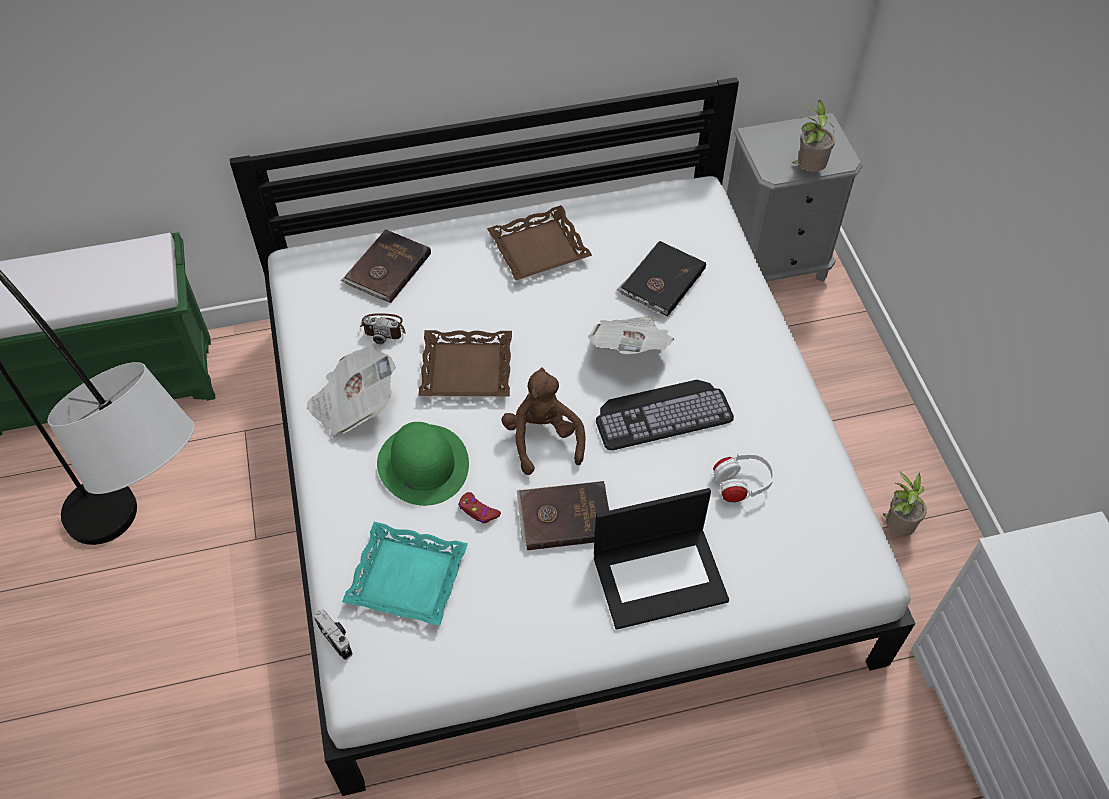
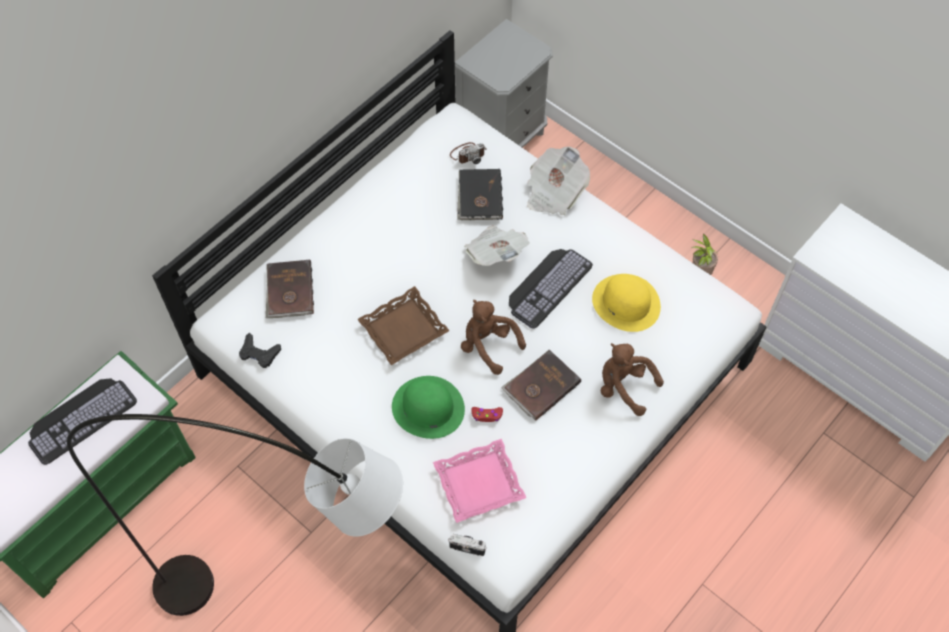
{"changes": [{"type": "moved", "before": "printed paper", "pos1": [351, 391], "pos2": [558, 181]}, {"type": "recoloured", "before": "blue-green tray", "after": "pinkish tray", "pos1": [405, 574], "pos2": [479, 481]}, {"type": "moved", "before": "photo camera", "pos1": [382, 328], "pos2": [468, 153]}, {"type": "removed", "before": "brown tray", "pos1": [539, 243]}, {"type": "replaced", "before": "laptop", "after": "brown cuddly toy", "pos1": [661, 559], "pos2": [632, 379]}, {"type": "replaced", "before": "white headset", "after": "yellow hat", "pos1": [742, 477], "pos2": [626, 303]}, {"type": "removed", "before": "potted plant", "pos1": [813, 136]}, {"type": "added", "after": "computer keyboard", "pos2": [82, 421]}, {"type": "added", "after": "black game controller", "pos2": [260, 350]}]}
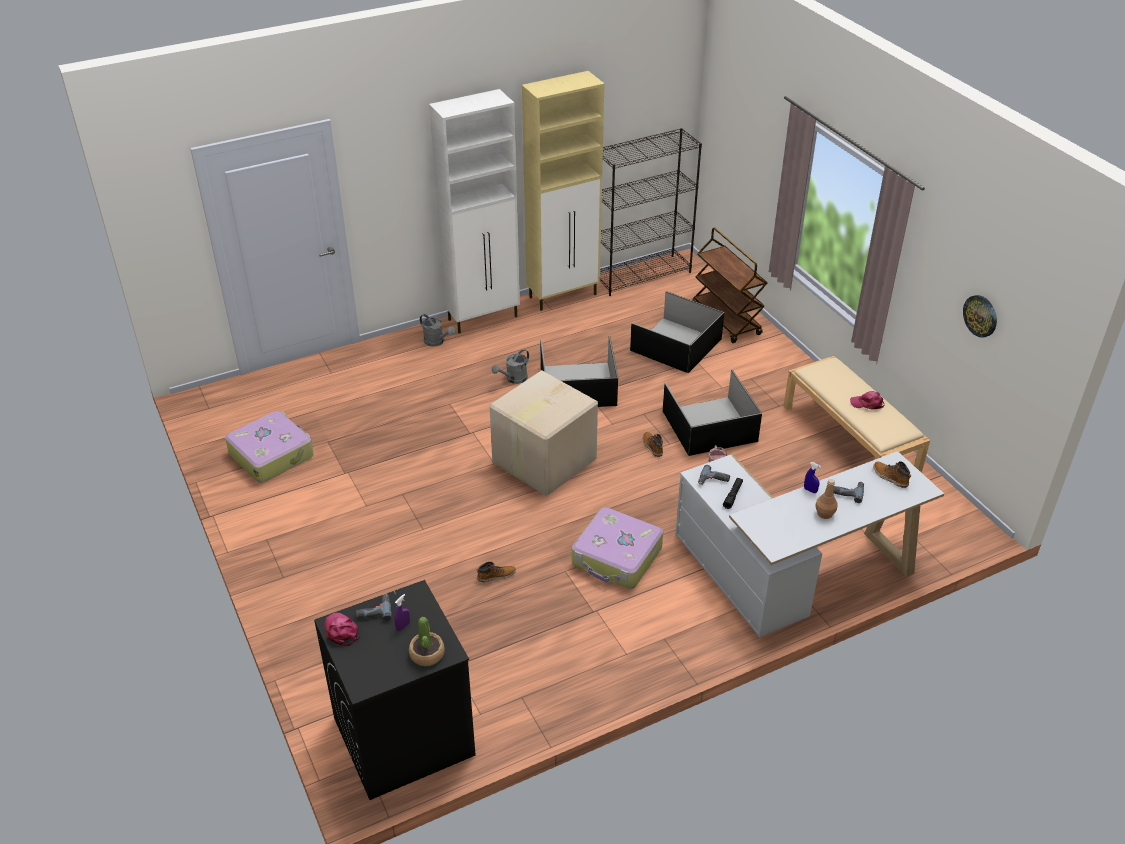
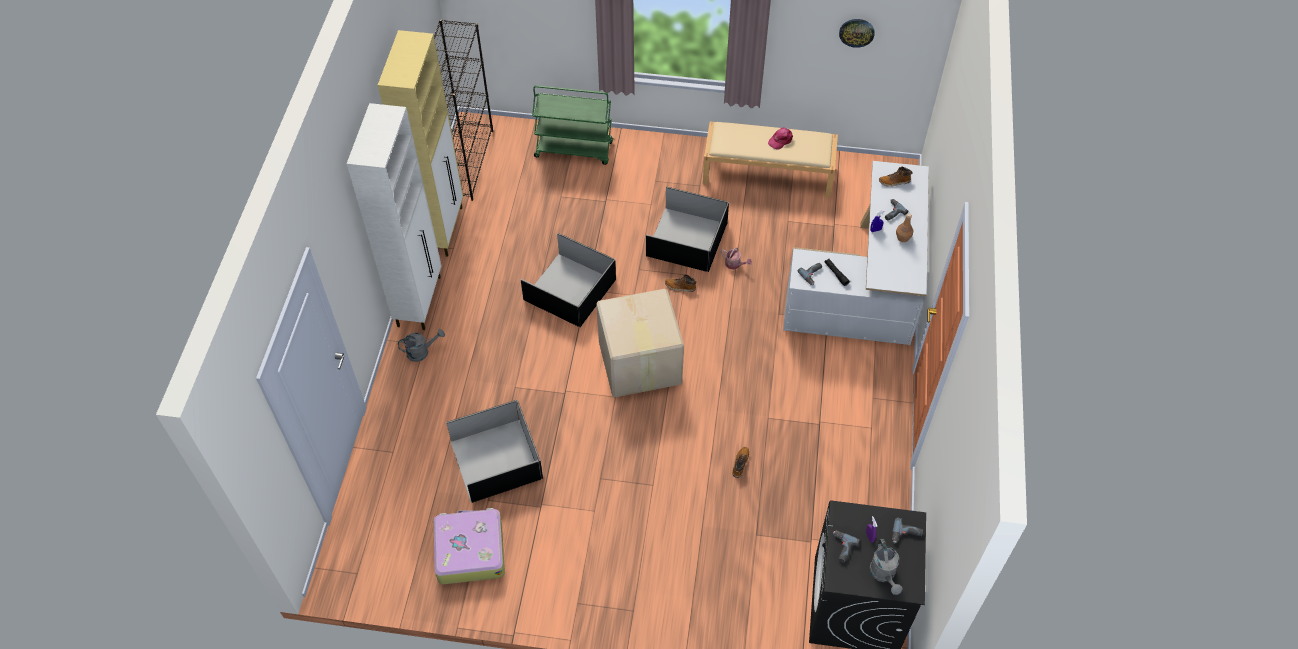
{"changes": [{"type": "removed", "before": "pinkish peaked cap", "pos1": [342, 630]}, {"type": "replaced", "before": "potted plant", "after": "drill", "pos1": [427, 641], "pos2": [907, 530]}, {"type": "moved", "before": "gray sprinkling can", "pos1": [510, 366], "pos2": [886, 567]}, {"type": "removed", "before": "travel case", "pos1": [617, 548]}, {"type": "moved", "before": "black storage box", "pos1": [677, 332], "pos2": [494, 451]}, {"type": "recoloured", "before": "brown trolley", "after": "greenish trolley", "pos1": [729, 285], "pos2": [572, 125]}]}
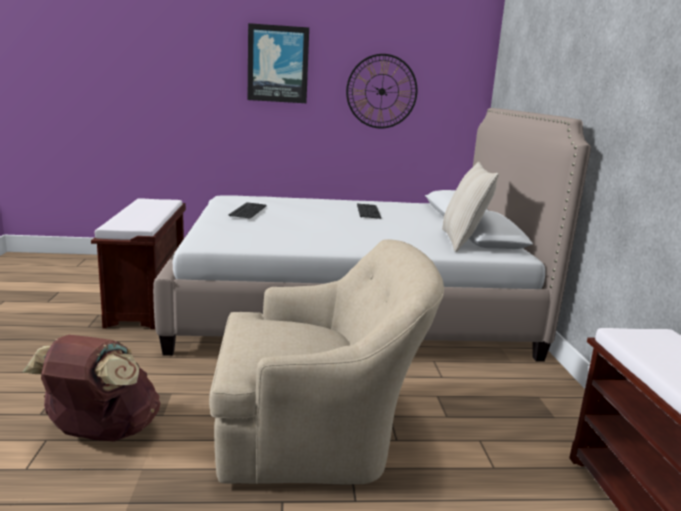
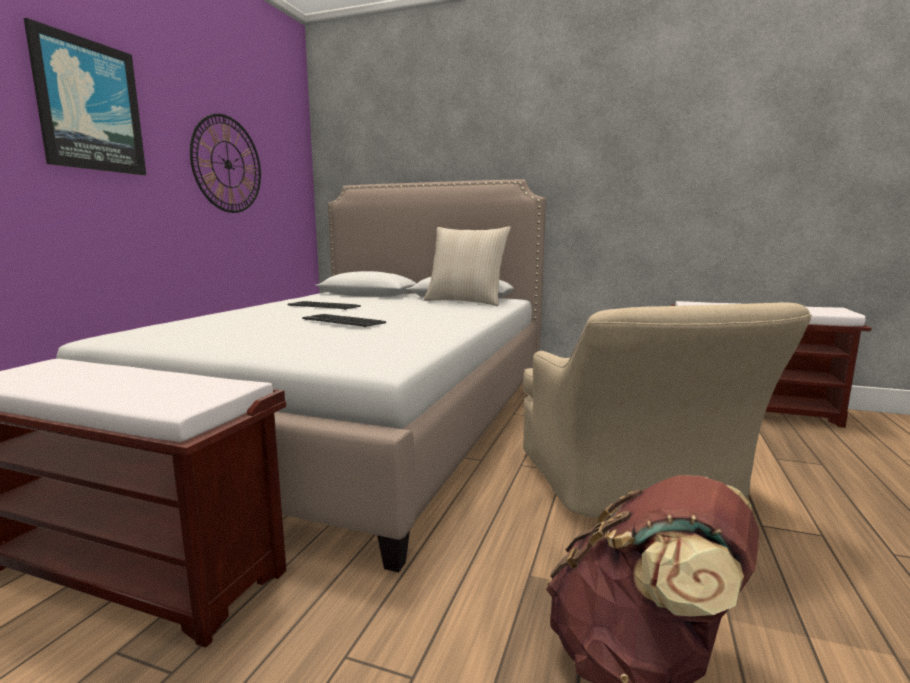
{"changes": [{"type": "turned", "before": "beige-coloured lounge chair", "pos1": [326, 361], "pos2": [667, 410], "turn": 150}, {"type": "moved", "before": "computer keyboard", "pos1": [247, 210], "pos2": [344, 320]}]}
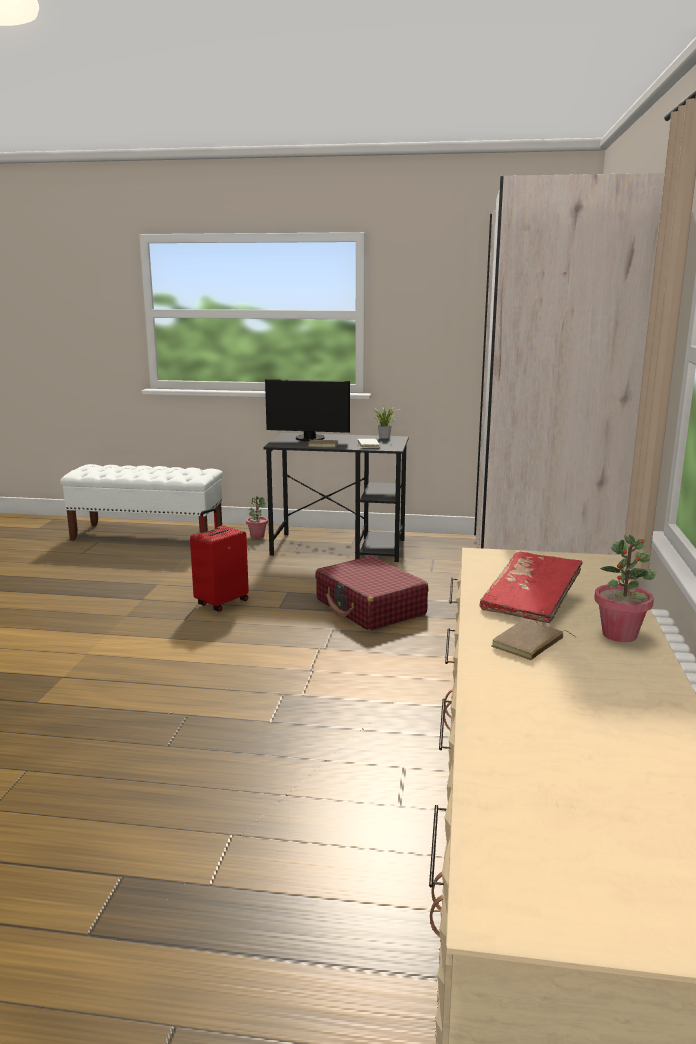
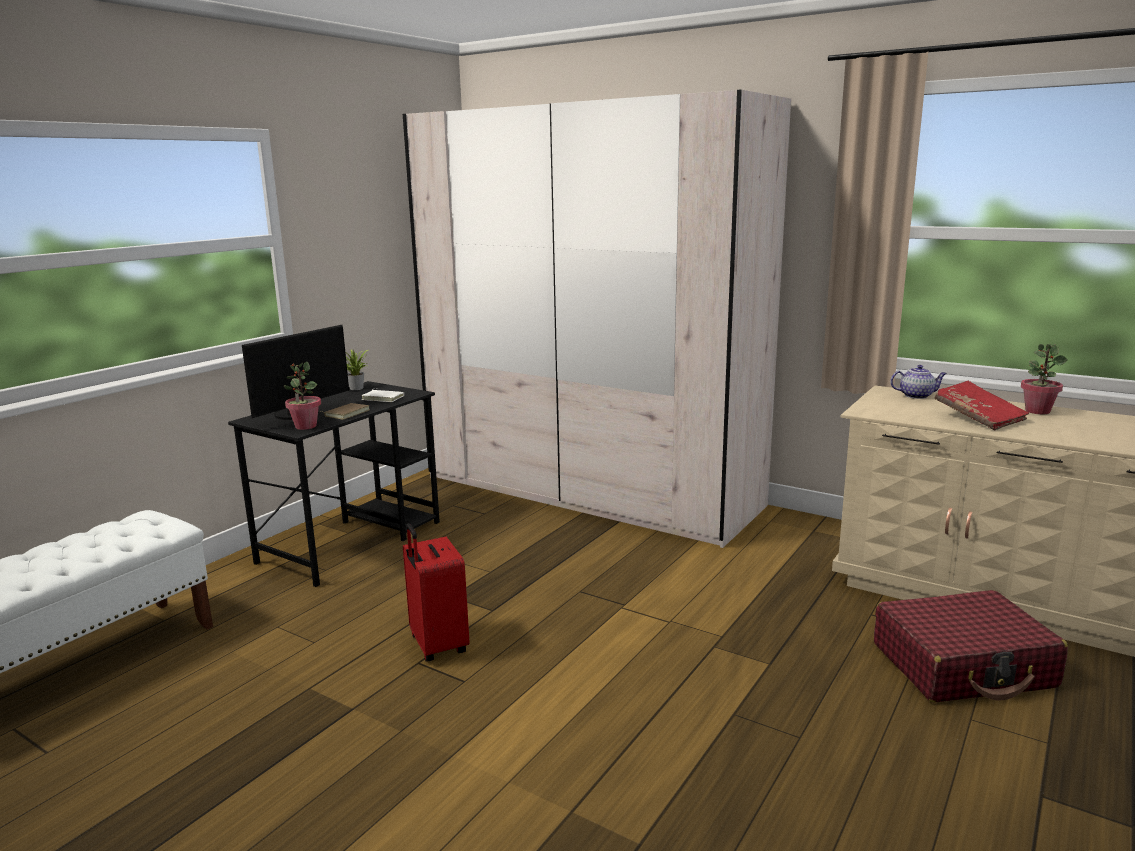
{"changes": [{"type": "moved", "before": "potted plant", "pos1": [257, 517], "pos2": [302, 396]}, {"type": "moved", "before": "red-coloured travel case", "pos1": [371, 593], "pos2": [971, 646]}, {"type": "removed", "before": "brown bound book", "pos1": [534, 639]}, {"type": "added", "after": "pot for tea", "pos2": [918, 382]}]}
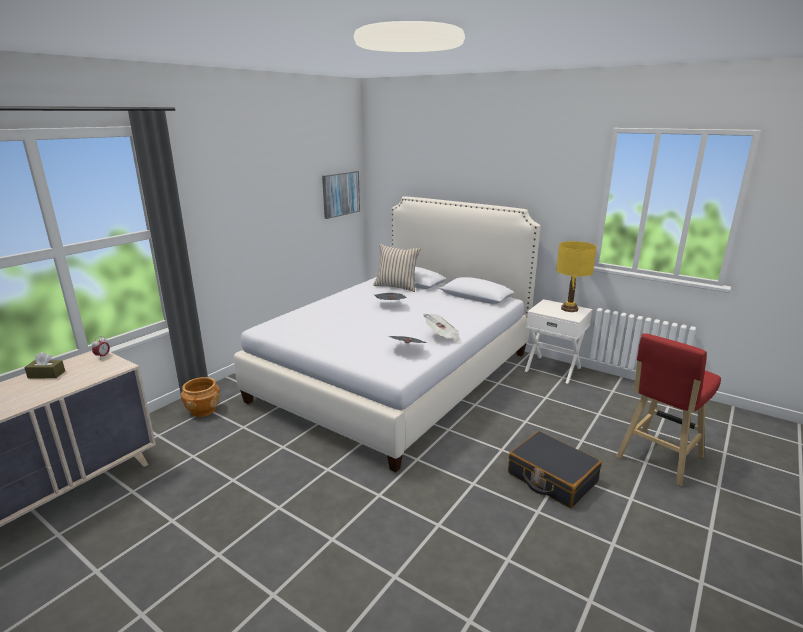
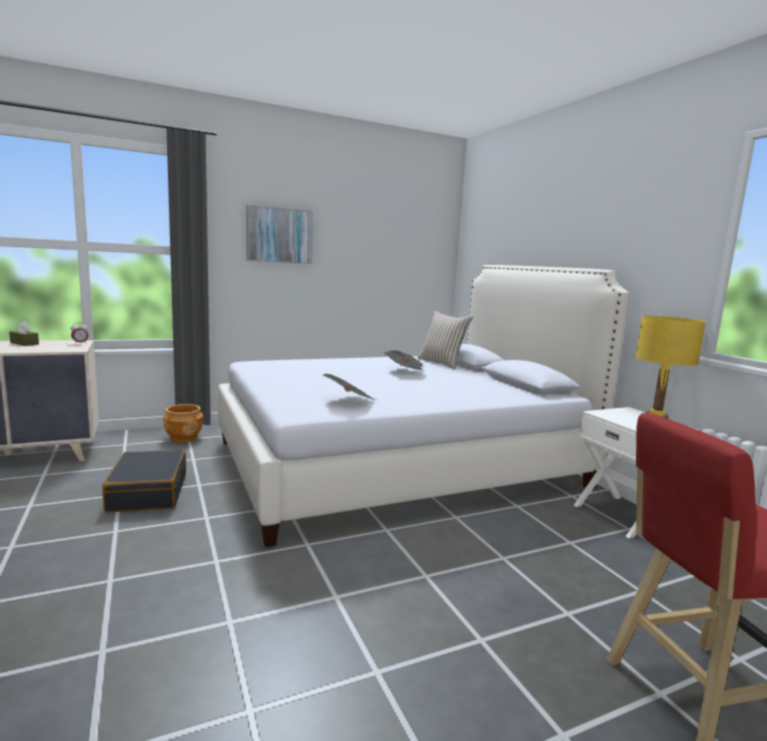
{"changes": [{"type": "moved", "before": "wall art", "pos1": [341, 195], "pos2": [280, 234]}, {"type": "removed", "before": "printed paper", "pos1": [442, 328]}, {"type": "moved", "before": "black travel case", "pos1": [555, 469], "pos2": [144, 481]}]}
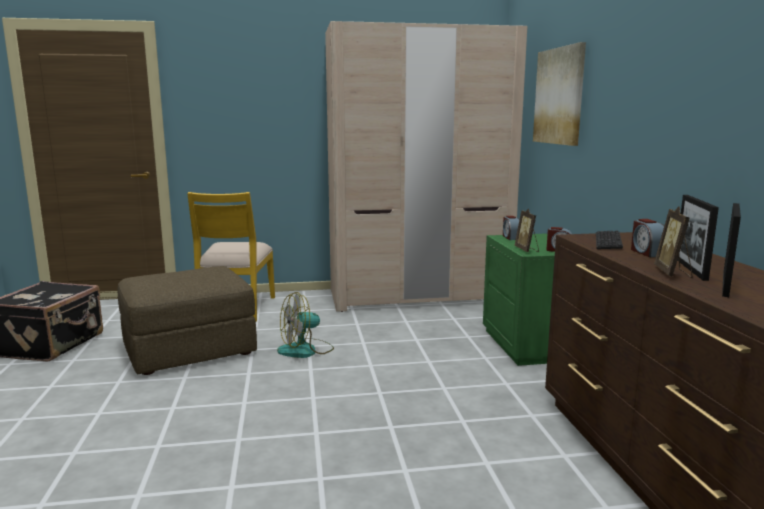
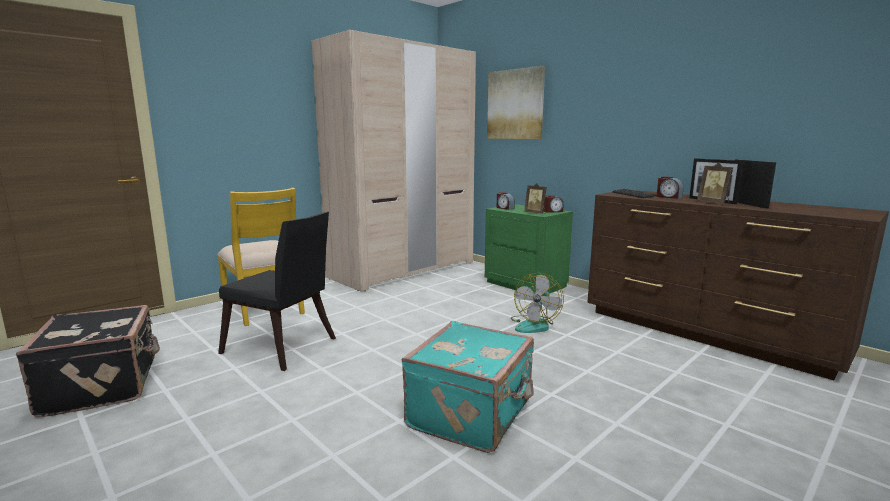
{"changes": [{"type": "replaced", "before": "brown ottoman", "after": "black upright chair", "pos1": [187, 320], "pos2": [277, 291]}, {"type": "moved", "before": "fan", "pos1": [305, 325], "pos2": [537, 303]}, {"type": "added", "after": "blue-green travel case", "pos2": [468, 387]}]}
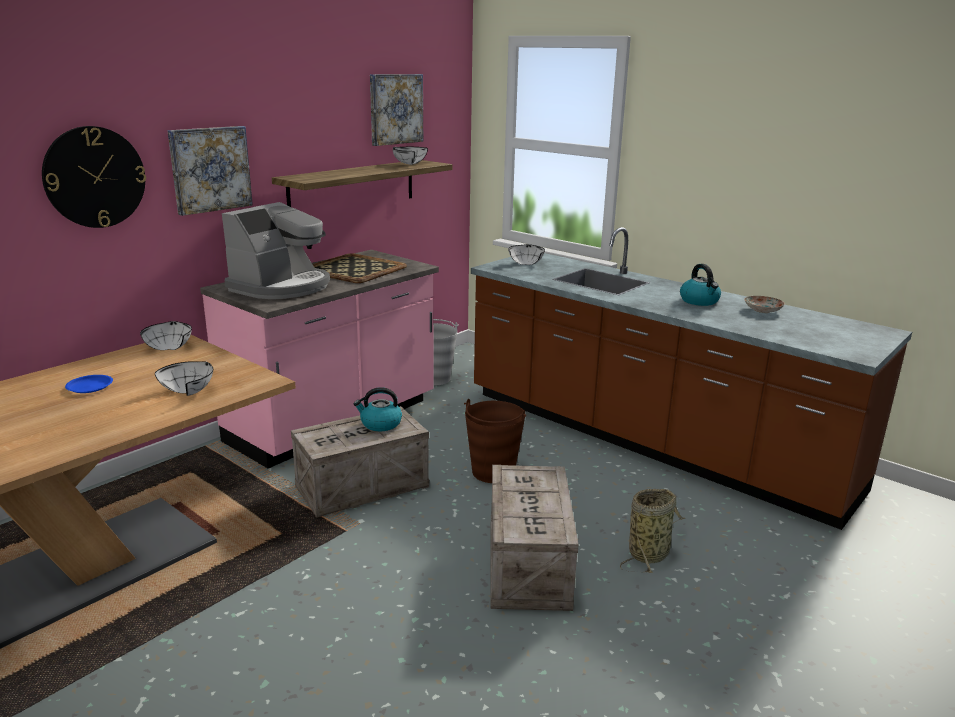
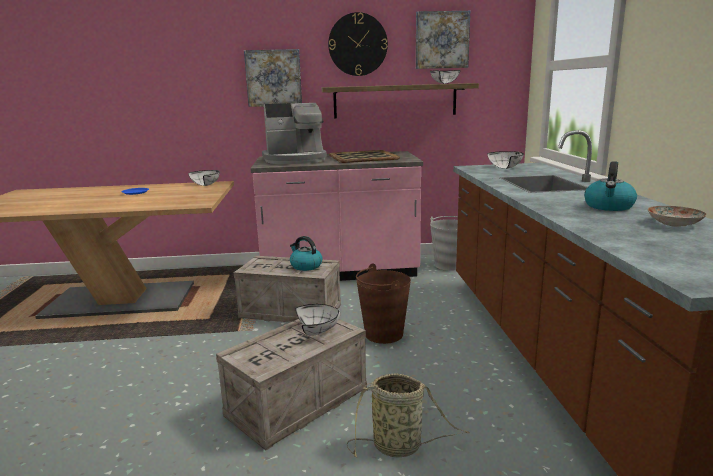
{"changes": [{"type": "moved", "before": "hanging clock", "pos1": [94, 177], "pos2": [358, 44]}, {"type": "moved", "before": "white bowl", "pos1": [184, 378], "pos2": [317, 319]}]}
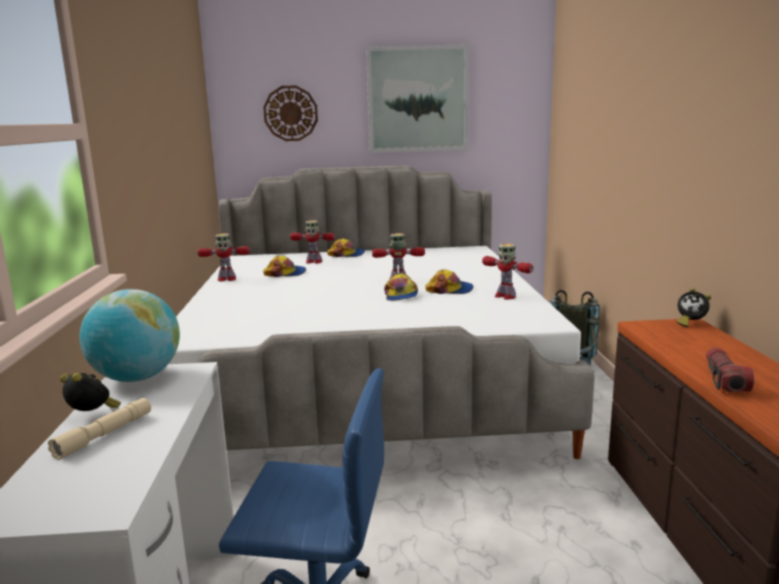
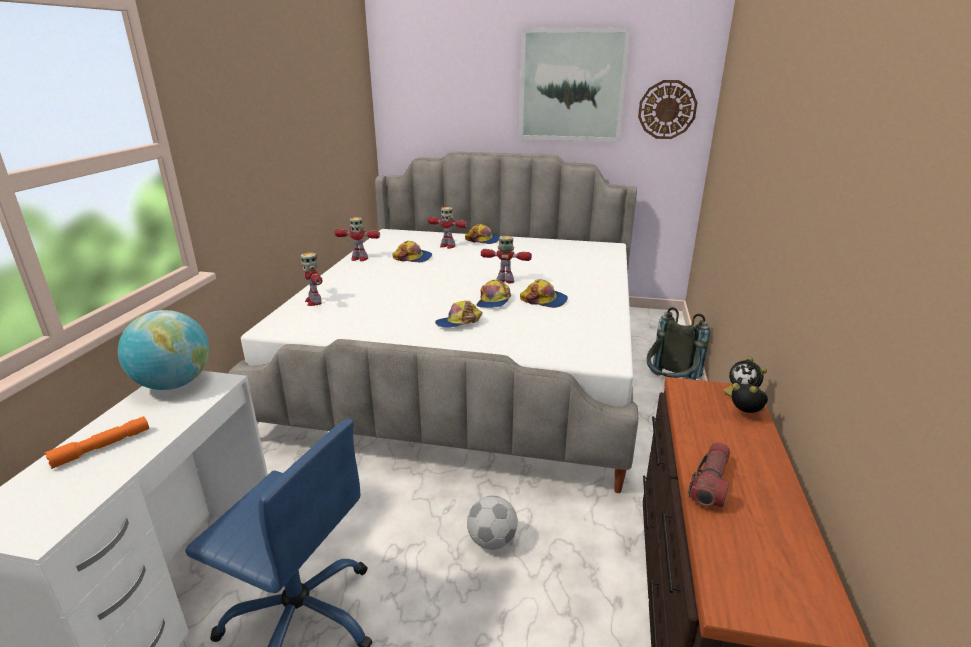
{"changes": [{"type": "recoloured", "before": "beige-coloured torch", "after": "orange torch", "pos1": [99, 429], "pos2": [96, 442]}, {"type": "moved", "before": "table clock", "pos1": [90, 392], "pos2": [750, 398]}, {"type": "moved", "before": "hanging clock", "pos1": [290, 113], "pos2": [667, 109]}, {"type": "moved", "before": "model robot", "pos1": [507, 272], "pos2": [311, 279]}, {"type": "added", "after": "peaked cap", "pos2": [459, 314]}, {"type": "added", "after": "football", "pos2": [492, 522]}]}
